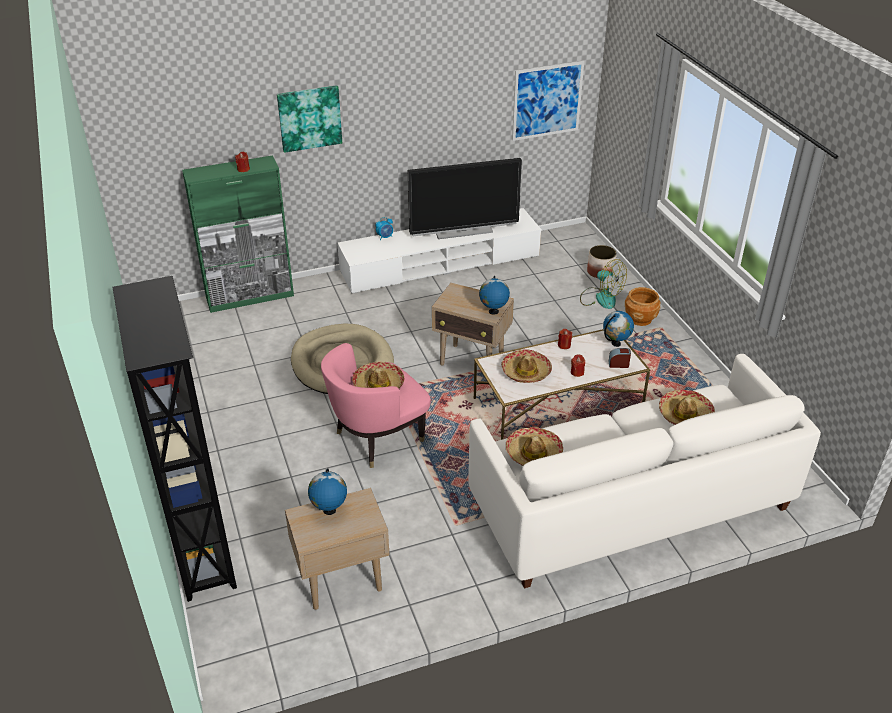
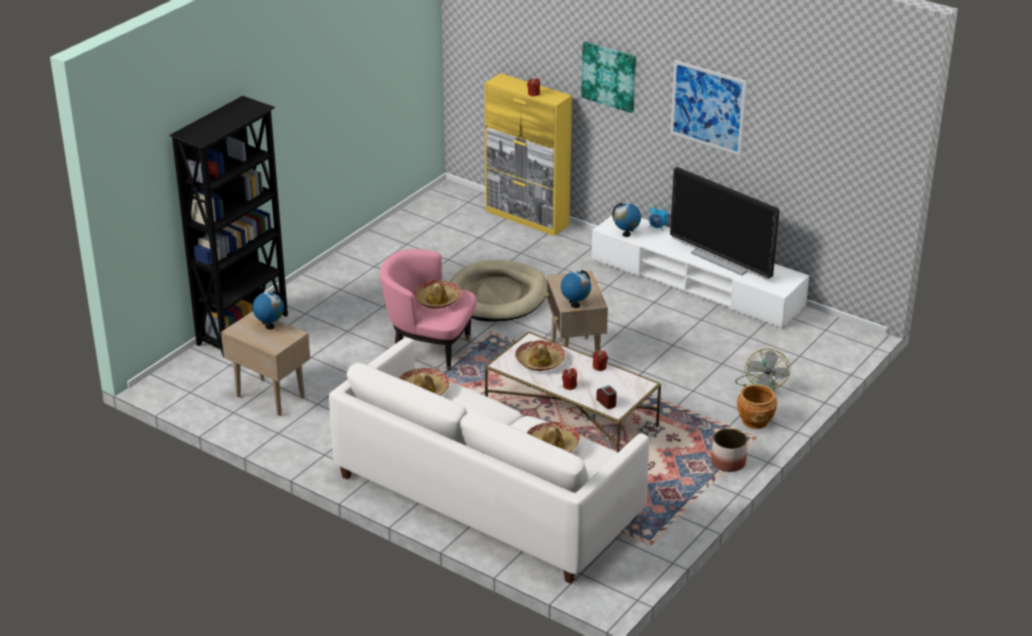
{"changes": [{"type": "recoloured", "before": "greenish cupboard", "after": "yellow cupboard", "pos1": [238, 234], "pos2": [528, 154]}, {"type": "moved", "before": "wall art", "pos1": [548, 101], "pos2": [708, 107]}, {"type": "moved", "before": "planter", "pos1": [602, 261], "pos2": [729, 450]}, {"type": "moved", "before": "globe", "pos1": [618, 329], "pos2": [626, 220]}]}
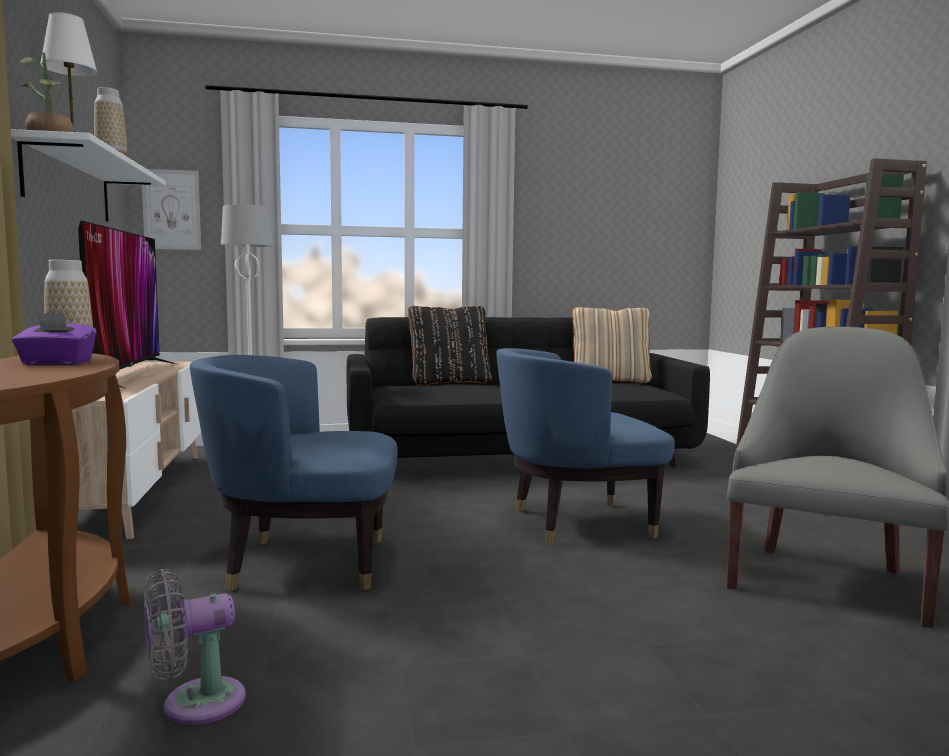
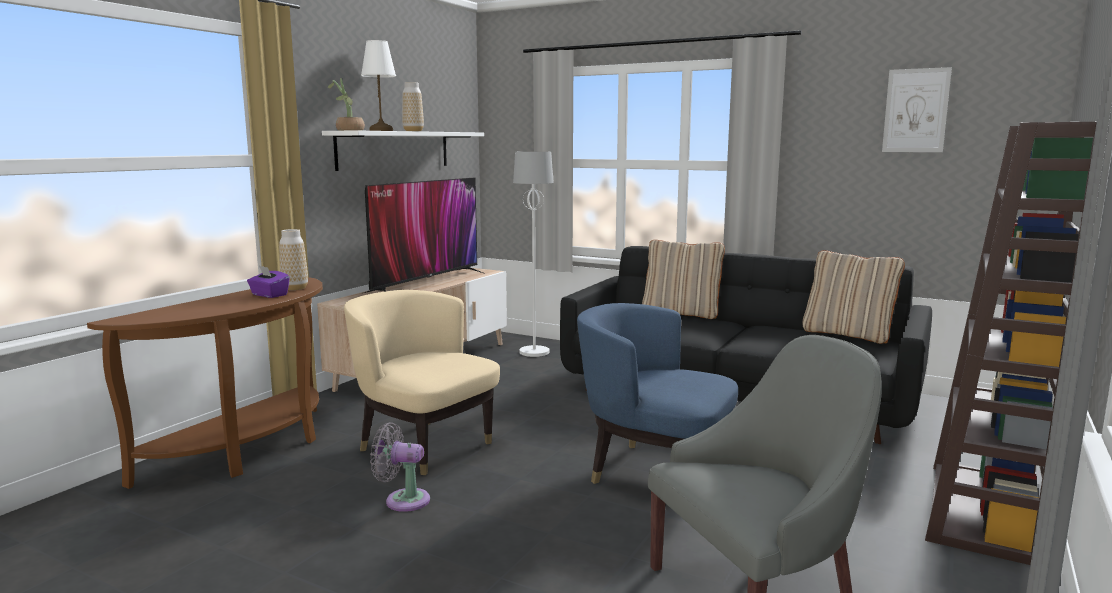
{"changes": [{"type": "moved", "before": "wall art", "pos1": [171, 209], "pos2": [917, 109]}, {"type": "moved", "before": "gray fan", "pos1": [195, 647], "pos2": [400, 467]}, {"type": "recoloured", "before": "blue-coloured lounge chair", "after": "beige-coloured lounge chair", "pos1": [294, 473], "pos2": [422, 382]}, {"type": "recoloured", "before": "black cushion", "after": "beige-coloured cushion", "pos1": [450, 346], "pos2": [683, 279]}]}
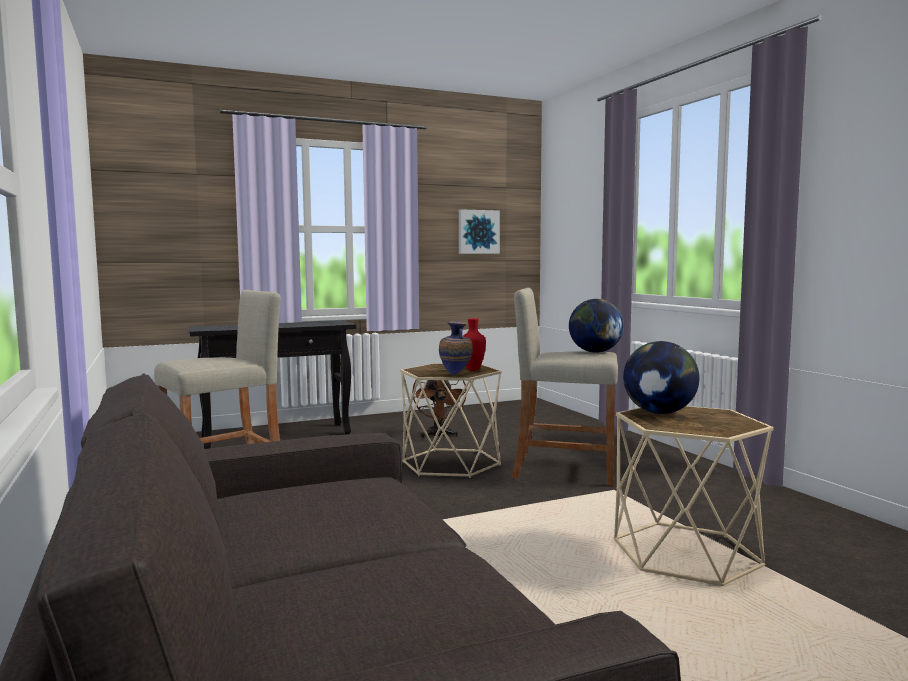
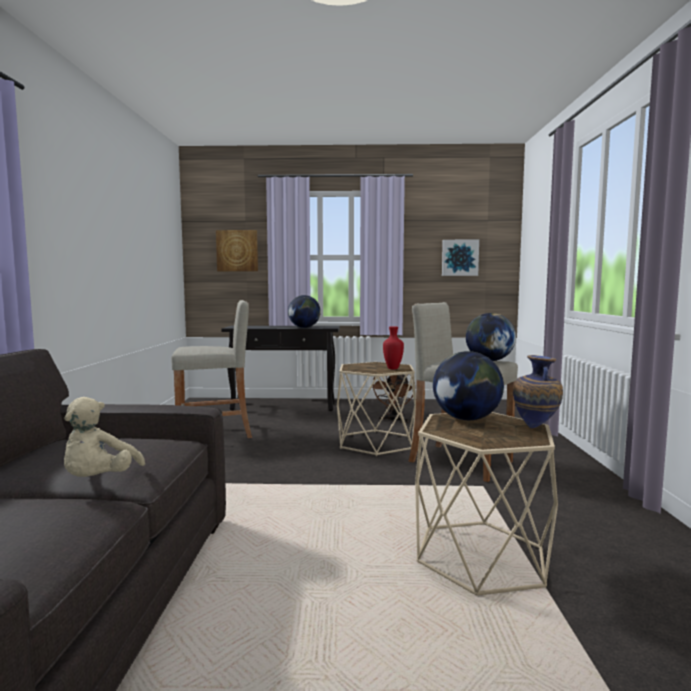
{"changes": [{"type": "moved", "before": "vase", "pos1": [456, 348], "pos2": [538, 391]}, {"type": "added", "after": "beige-coloured cuddly toy", "pos2": [104, 437]}, {"type": "added", "after": "wall art", "pos2": [237, 250]}, {"type": "added", "after": "globe", "pos2": [304, 311]}]}
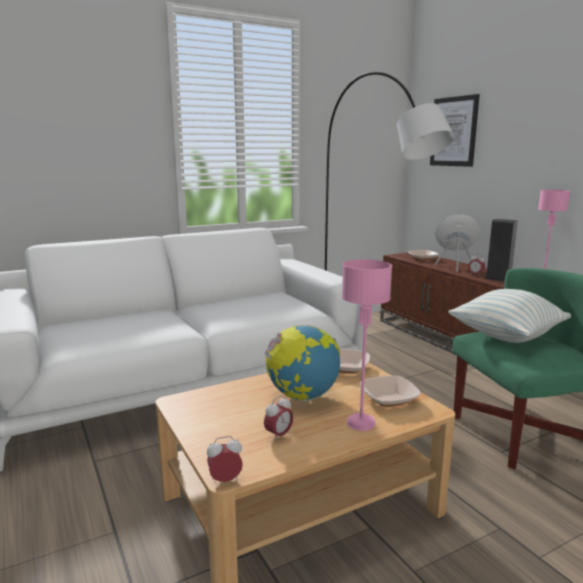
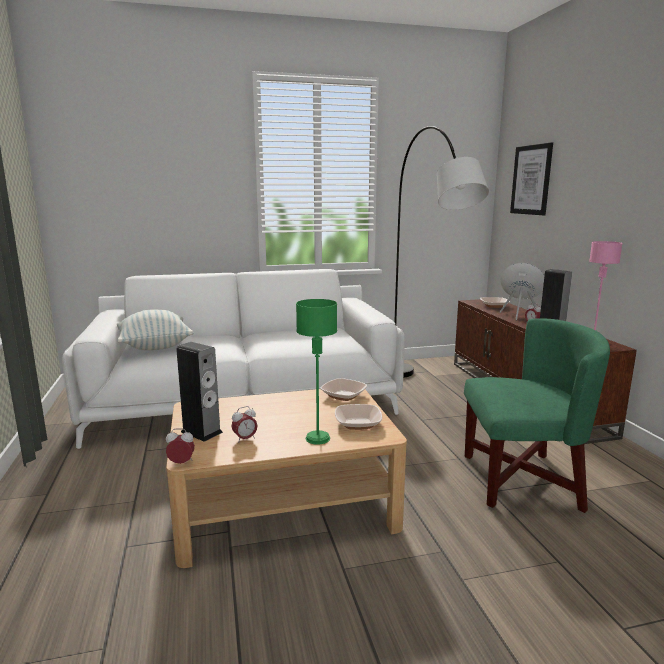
{"changes": [{"type": "removed", "before": "globe", "pos1": [302, 363]}, {"type": "recoloured", "before": "pinkish tabletop lamp", "after": "greenish tabletop lamp", "pos1": [367, 345], "pos2": [316, 372]}, {"type": "moved", "before": "cushion", "pos1": [509, 316], "pos2": [155, 329]}, {"type": "added", "after": "loudspeaker", "pos2": [199, 392]}]}
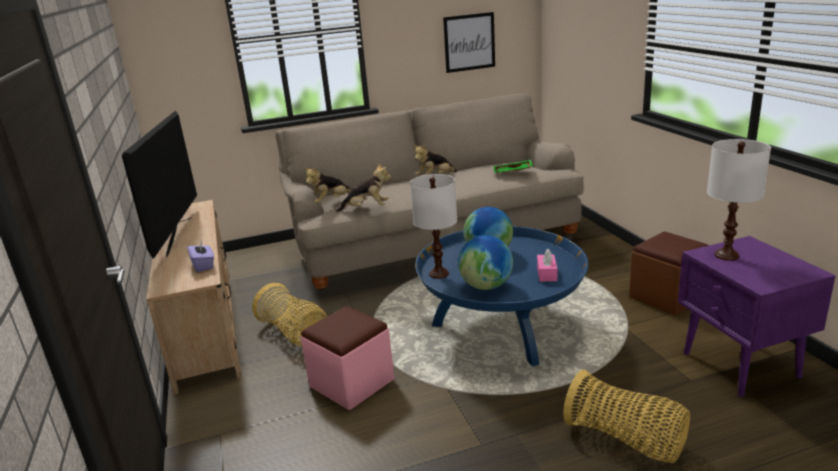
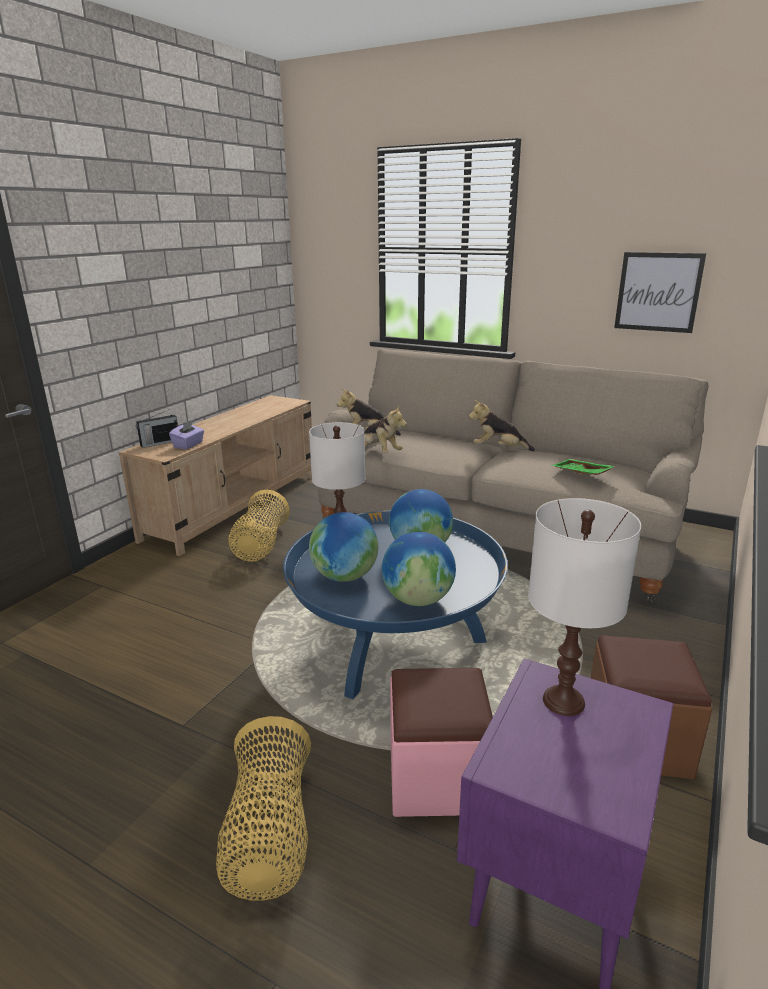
{"changes": [{"type": "removed", "before": "television", "pos1": [159, 184]}, {"type": "moved", "before": "pinkish ottoman", "pos1": [347, 358], "pos2": [441, 742]}, {"type": "replaced", "before": "pinkish box of tissues", "after": "globe", "pos1": [547, 265], "pos2": [419, 569]}, {"type": "added", "after": "radio receiver", "pos2": [157, 429]}]}
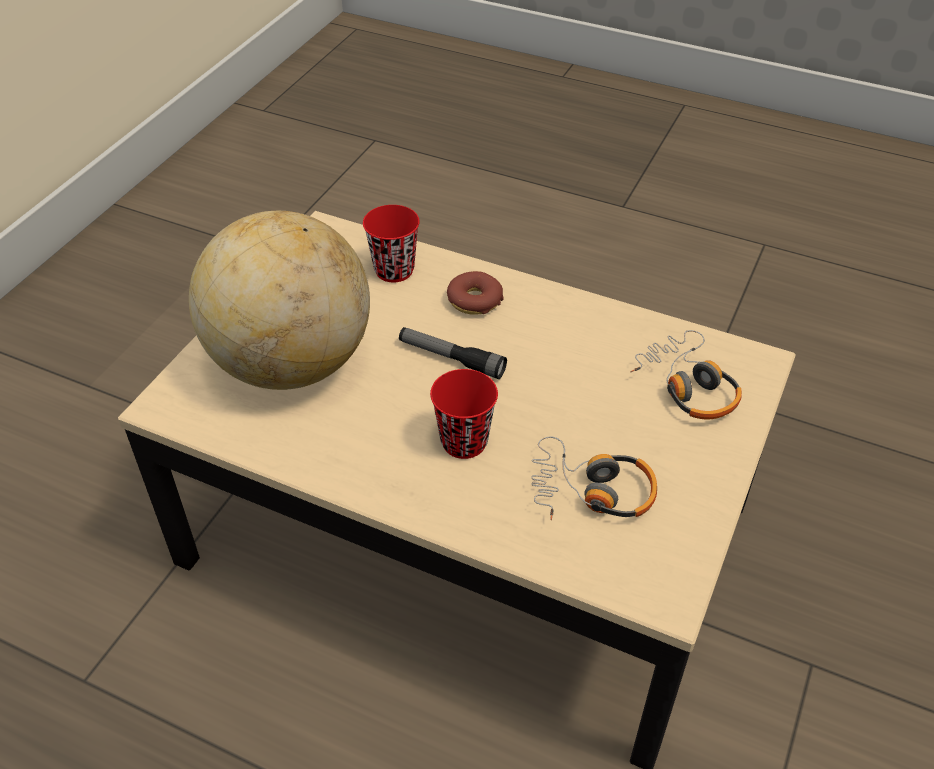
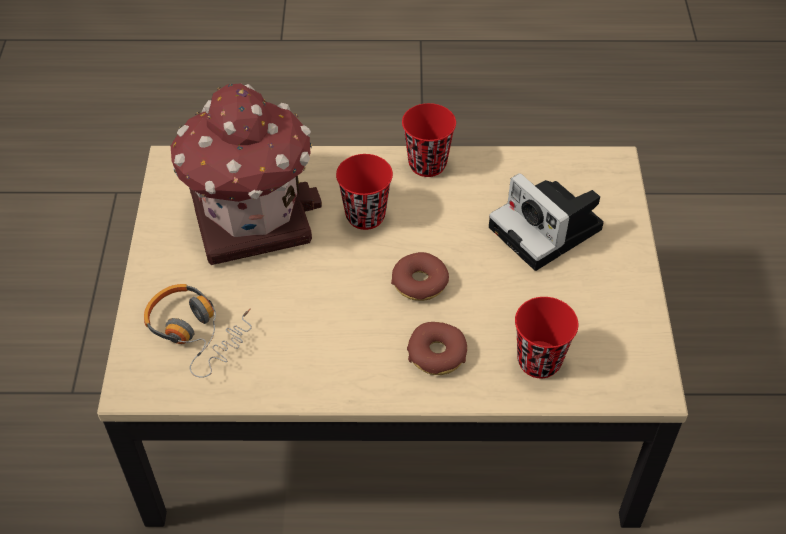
{"changes": [{"type": "replaced", "before": "globe", "after": "photo camera", "pos1": [279, 300], "pos2": [546, 222]}, {"type": "replaced", "before": "torch", "after": "donut", "pos1": [453, 353], "pos2": [420, 276]}, {"type": "replaced", "before": "headset", "after": "toy house", "pos1": [594, 478], "pos2": [246, 174]}, {"type": "added", "after": "red-coloured cup", "pos2": [429, 140]}]}
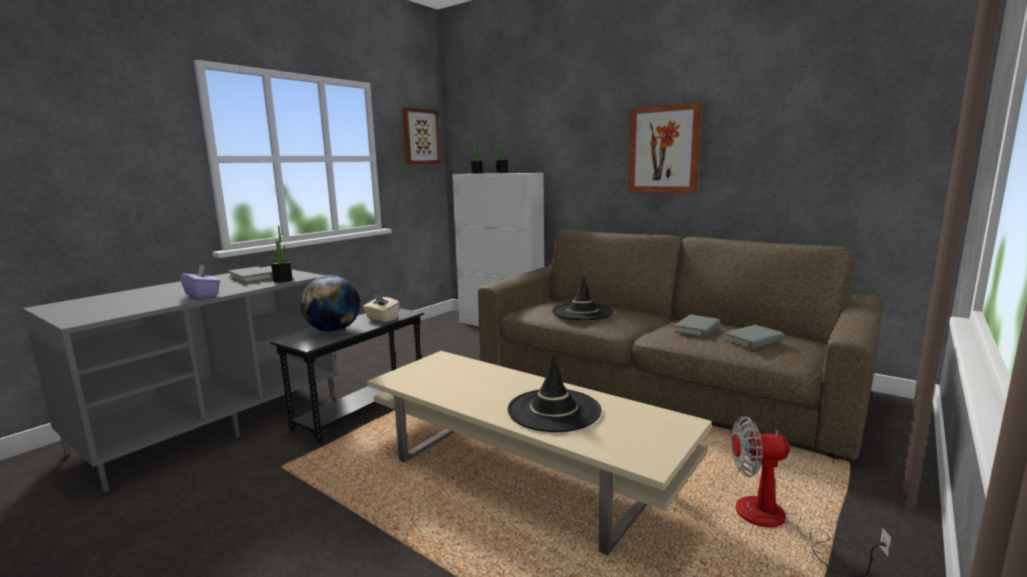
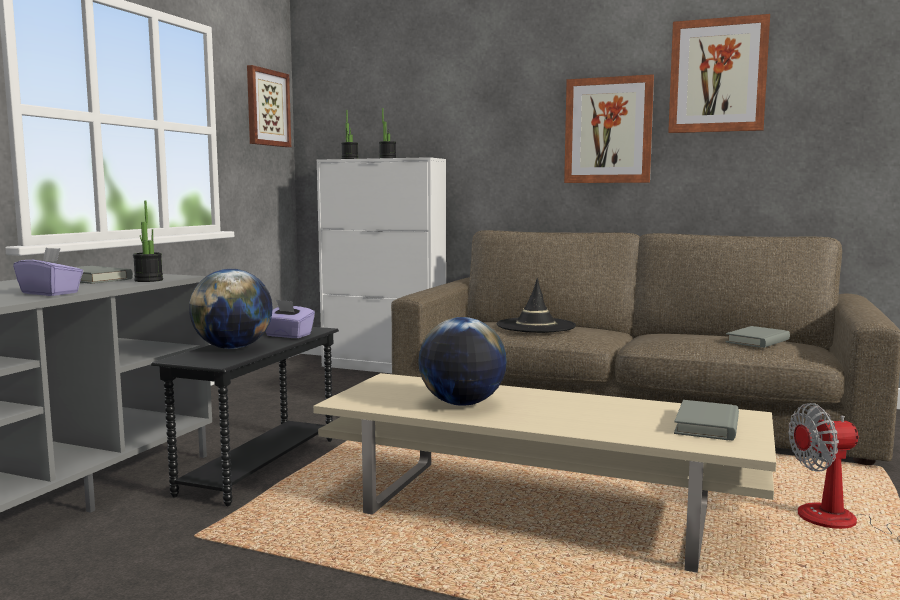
{"changes": [{"type": "recoloured", "before": "beige-coloured box of tissues", "after": "purplish box of tissues", "pos1": [381, 307], "pos2": [290, 319]}, {"type": "removed", "before": "black hat", "pos1": [554, 394]}, {"type": "moved", "before": "gray bound book", "pos1": [697, 325], "pos2": [706, 420]}, {"type": "added", "after": "globe", "pos2": [462, 361]}, {"type": "added", "after": "wall art", "pos2": [719, 73]}]}
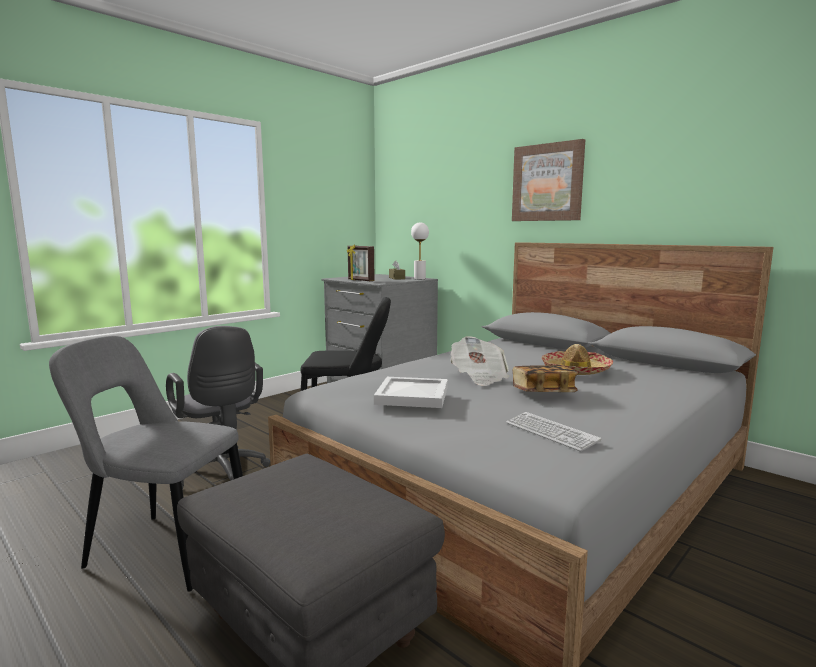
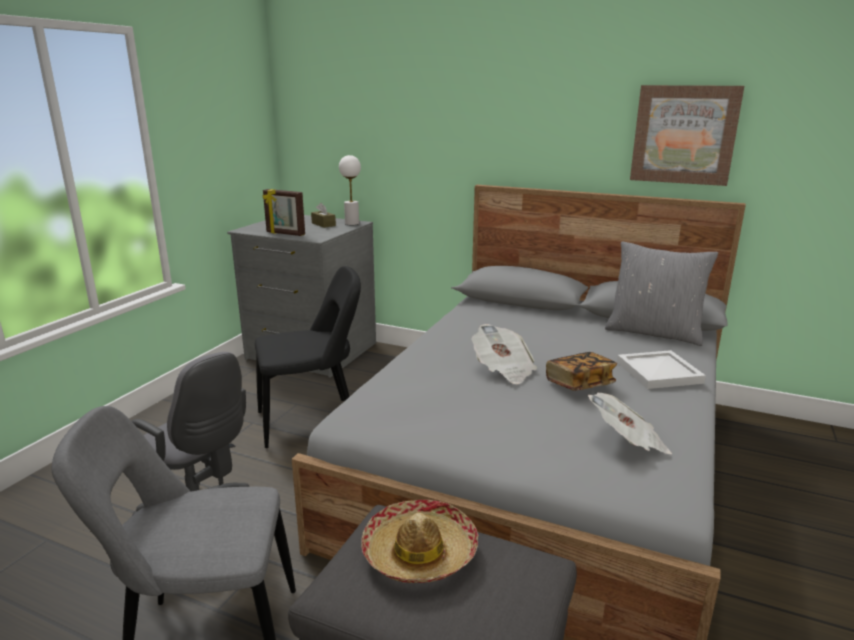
{"changes": [{"type": "moved", "before": "white tray", "pos1": [411, 392], "pos2": [661, 369]}, {"type": "replaced", "before": "computer keyboard", "after": "printed paper", "pos1": [554, 432], "pos2": [630, 423]}, {"type": "moved", "before": "wall art", "pos1": [548, 180], "pos2": [687, 135]}, {"type": "moved", "before": "hat", "pos1": [577, 359], "pos2": [419, 541]}, {"type": "added", "after": "gray cushion", "pos2": [661, 293]}]}
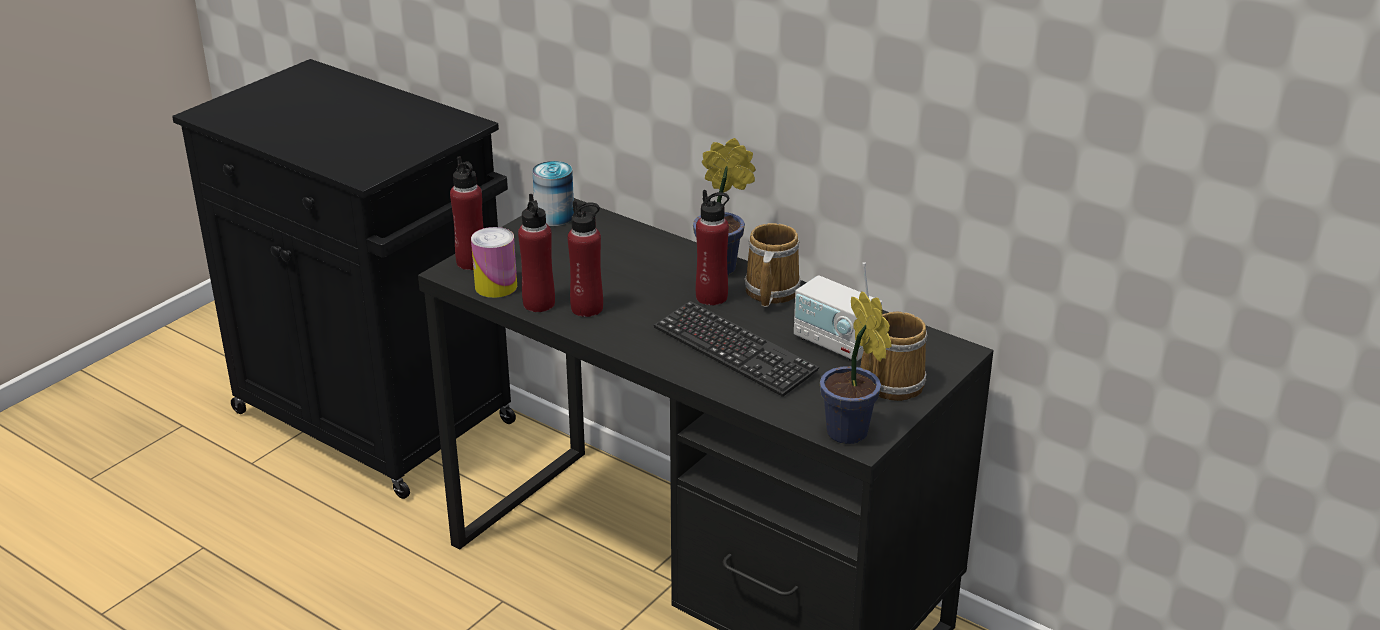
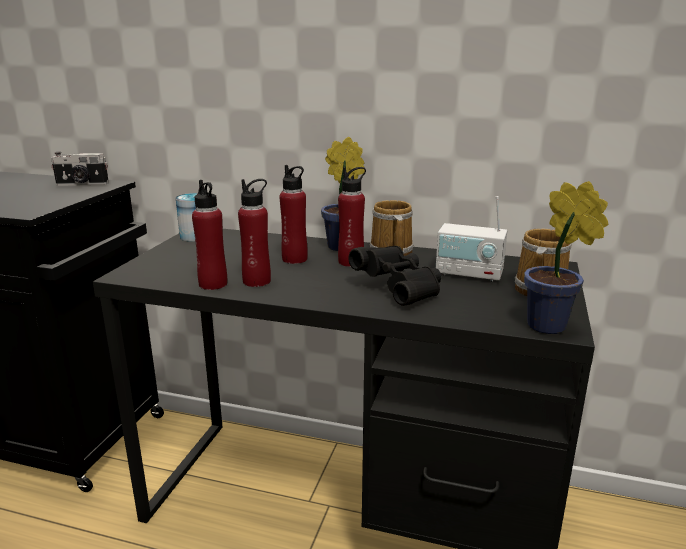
{"changes": [{"type": "moved", "before": "red-coloured drink bottle", "pos1": [467, 213], "pos2": [294, 214]}, {"type": "removed", "before": "can", "pos1": [494, 262]}, {"type": "replaced", "before": "computer keyboard", "after": "black field glasses", "pos1": [736, 349], "pos2": [394, 276]}, {"type": "added", "after": "photo camera", "pos2": [80, 169]}]}
